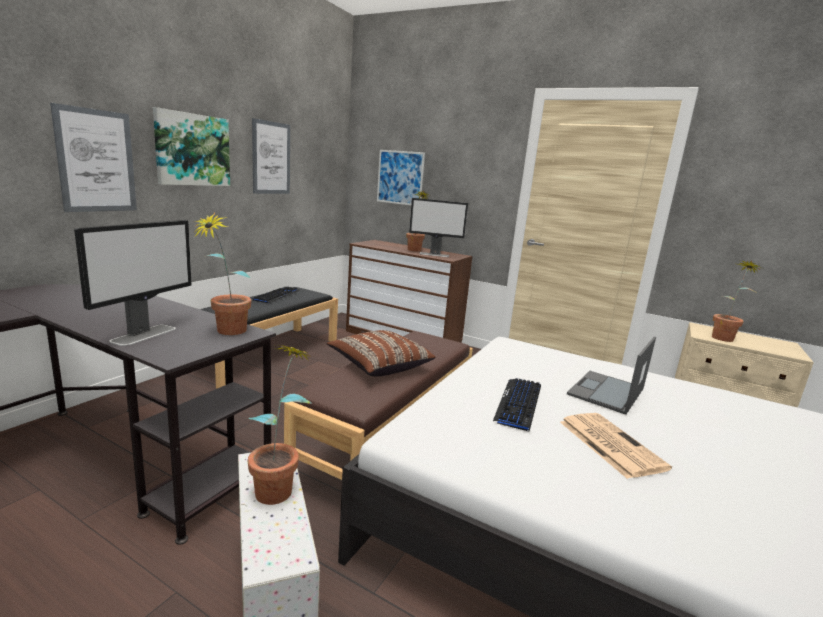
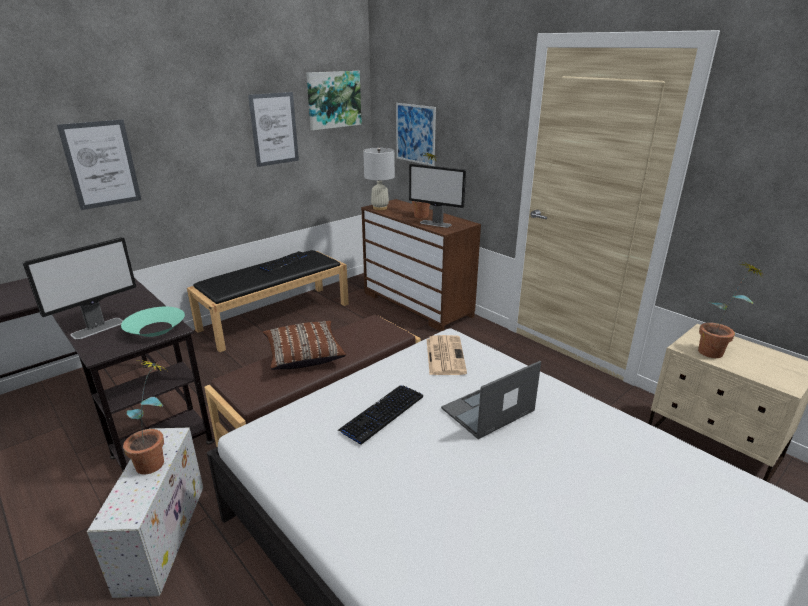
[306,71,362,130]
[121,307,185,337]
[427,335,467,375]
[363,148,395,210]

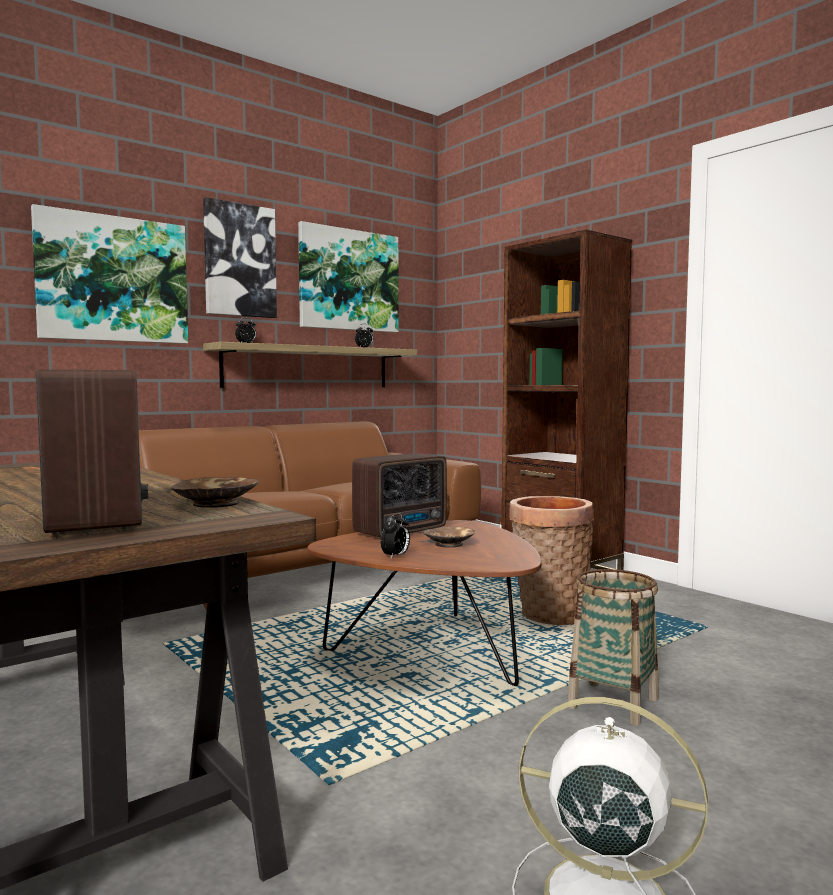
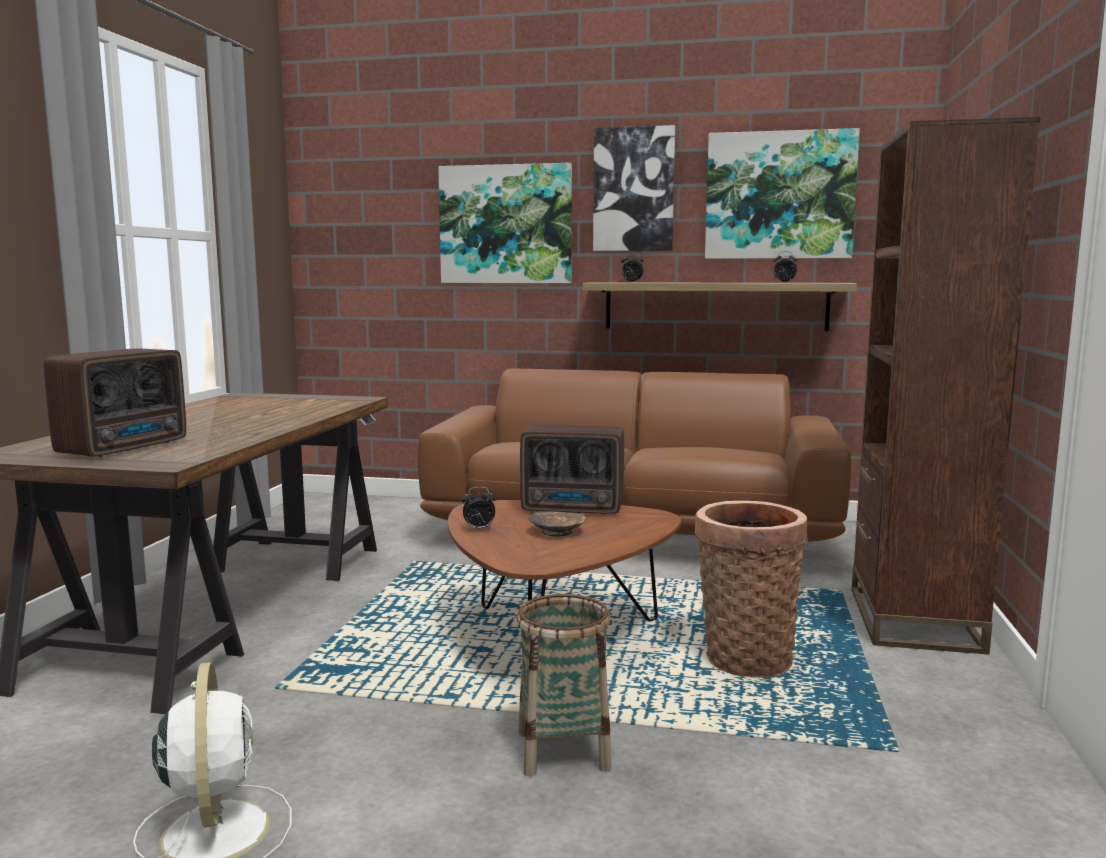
[171,477,259,508] (first image)

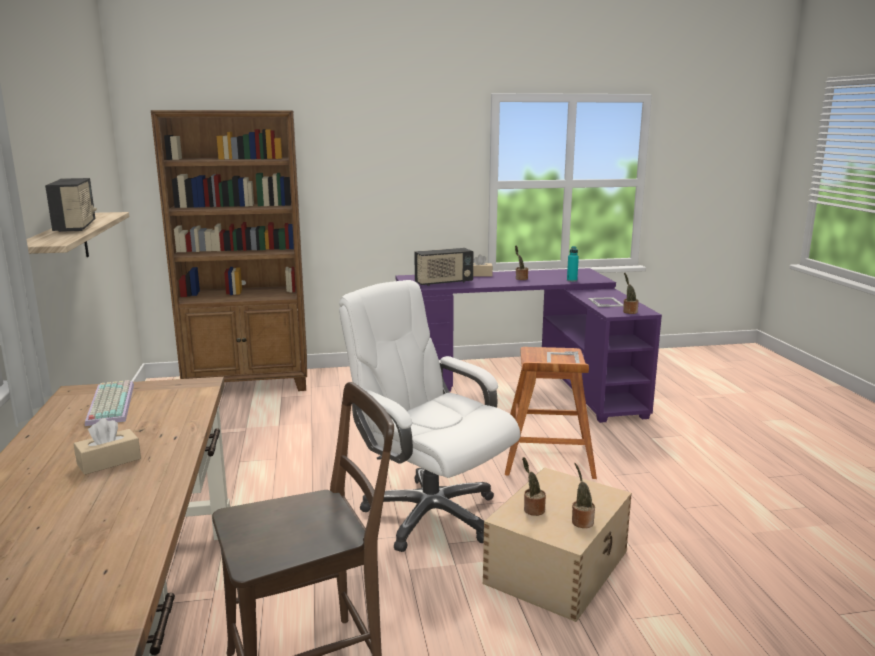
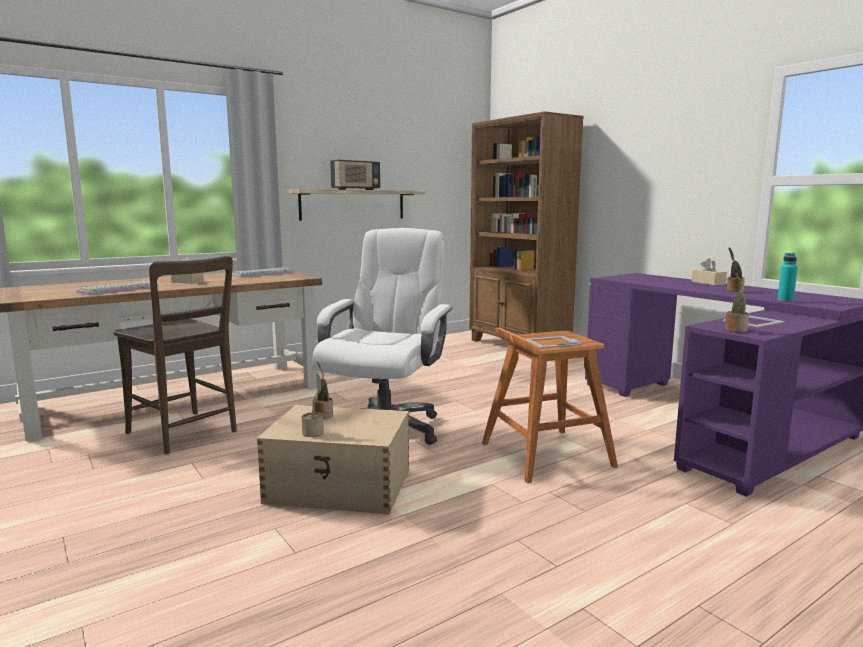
[414,248,474,286] (first image)
[76,281,159,295]

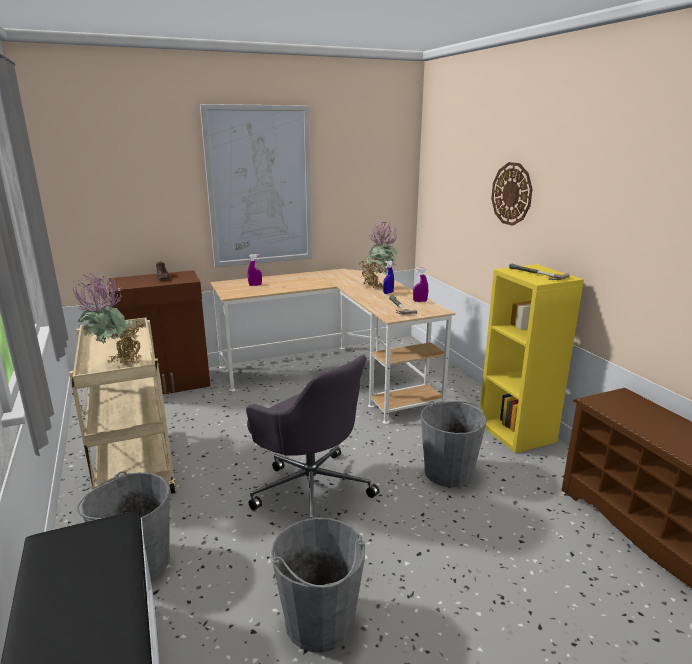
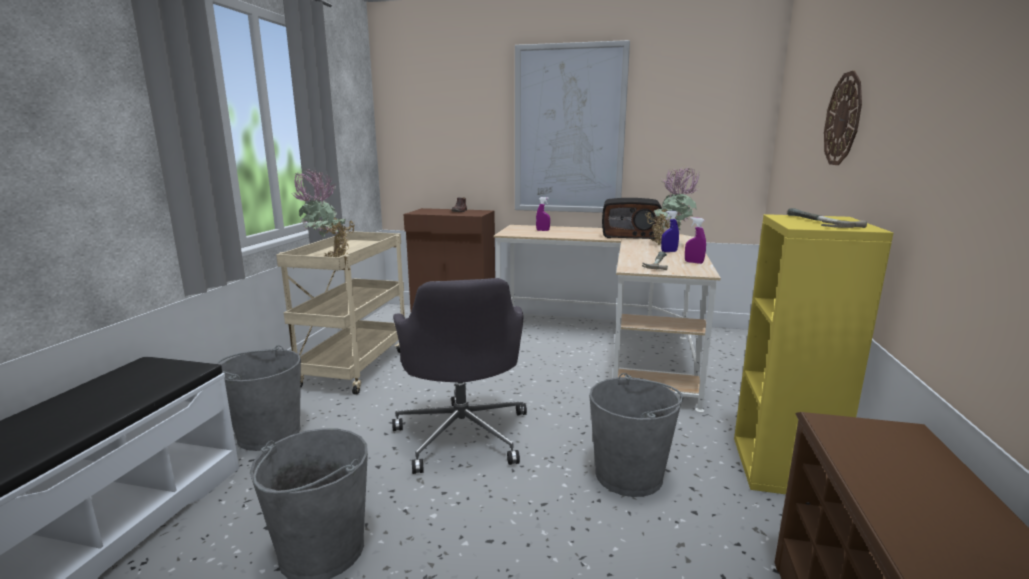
[602,198,662,240]

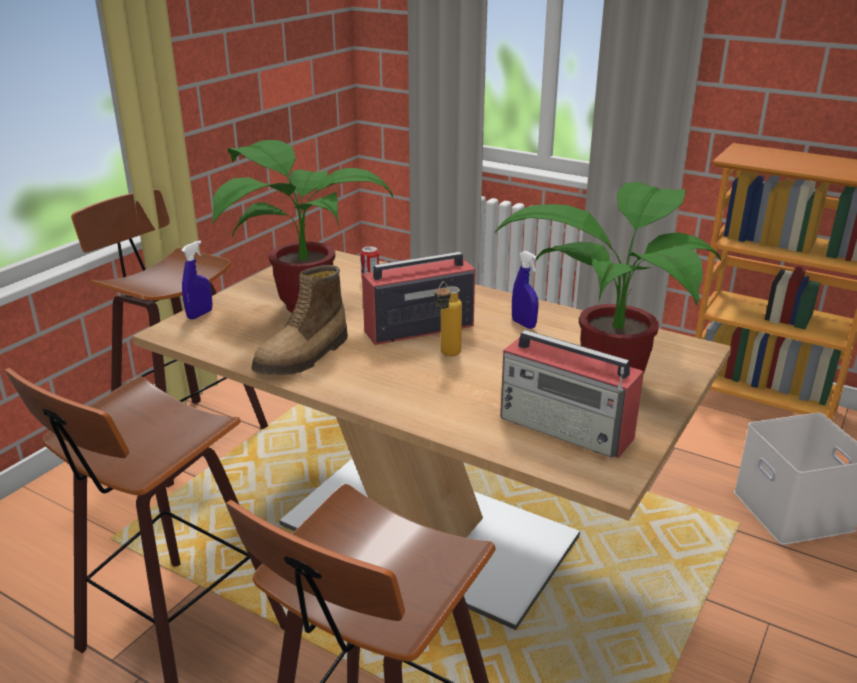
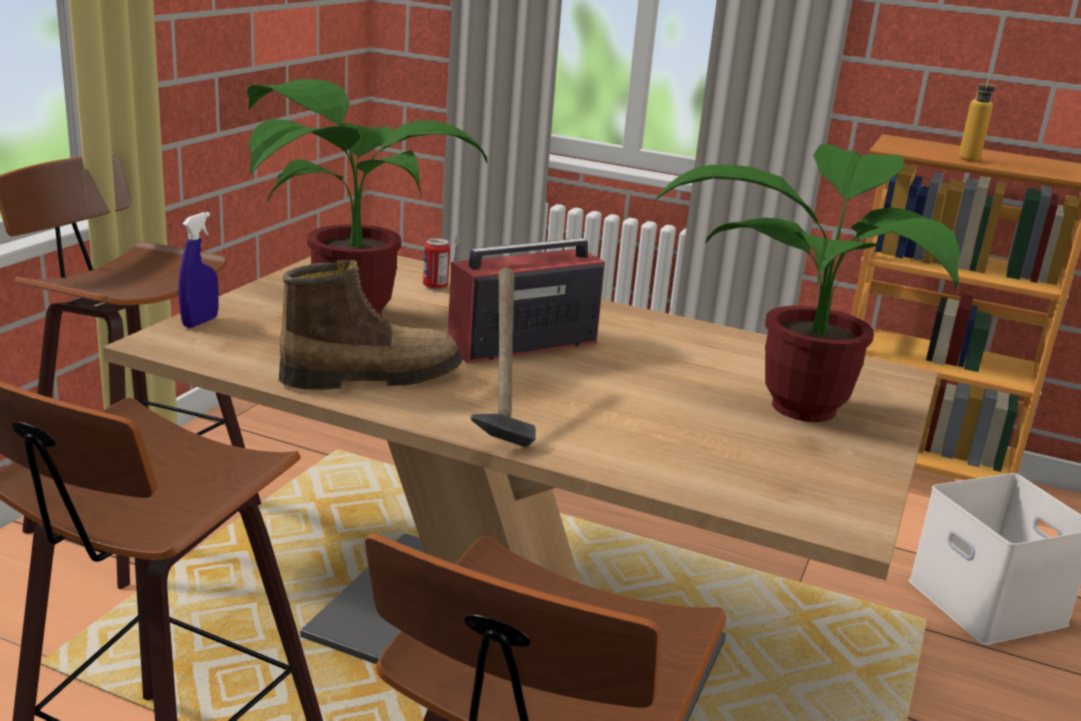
[279,260,462,390]
[959,74,995,161]
[500,330,644,458] (first image)
[512,251,539,329] (first image)
[471,268,536,447]

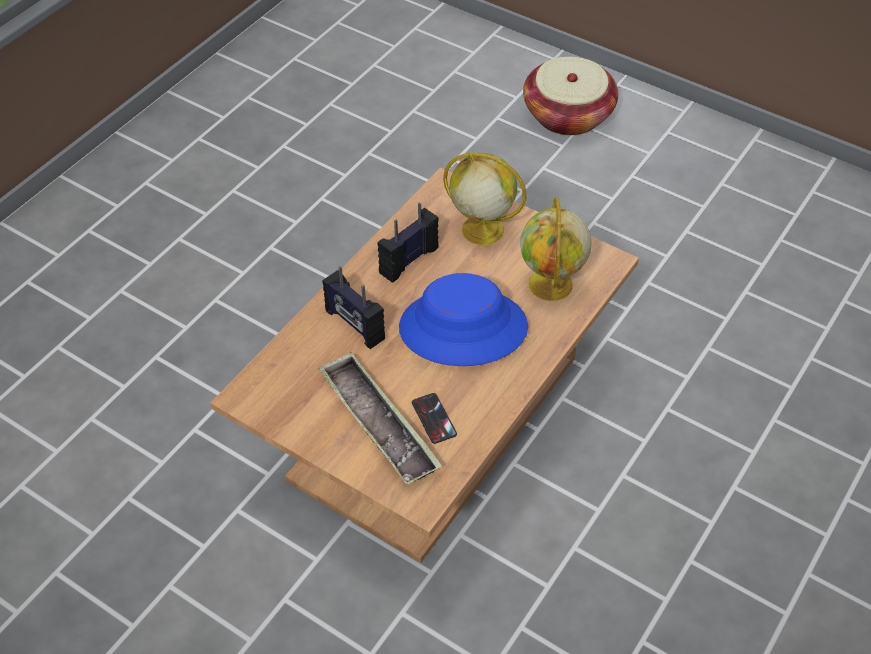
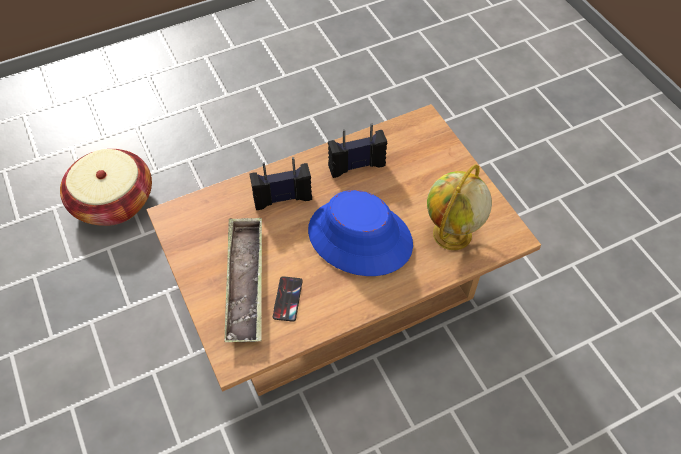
[250,157,312,210]
[443,152,527,245] (first image)
[60,149,152,226]

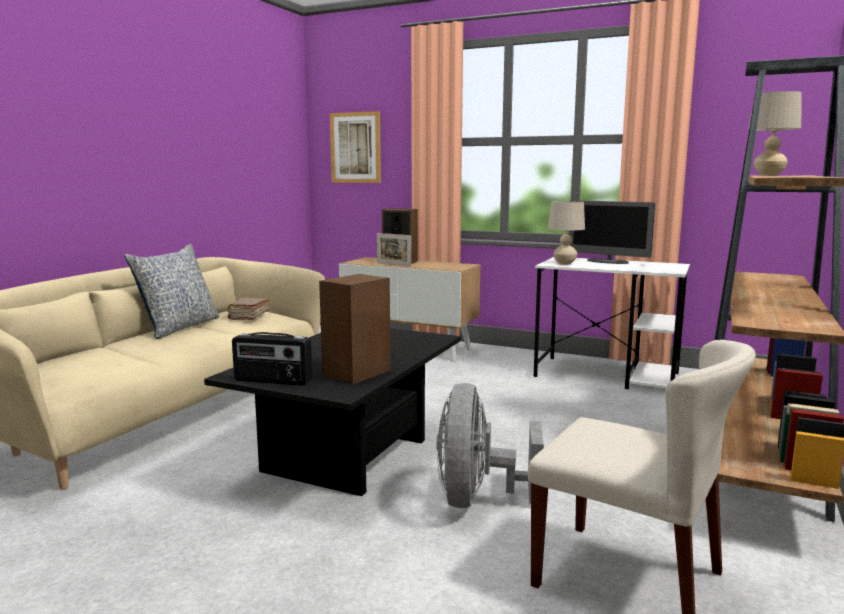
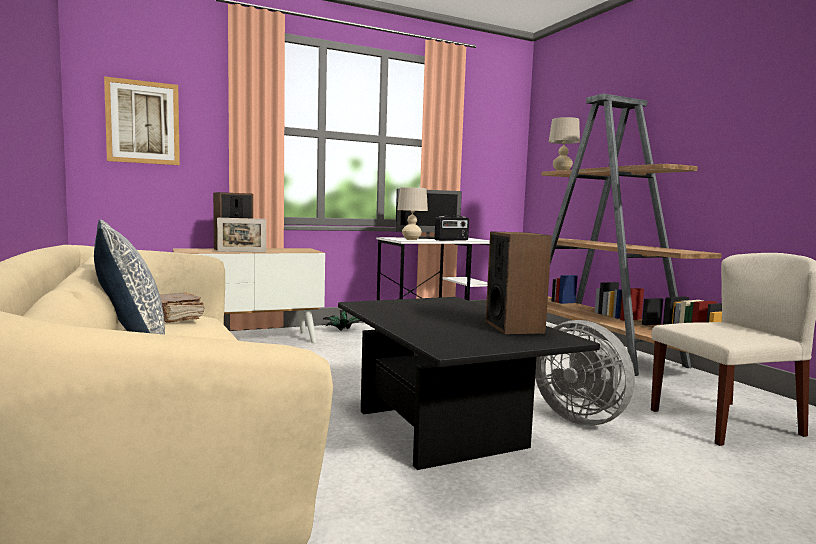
[434,215,469,241]
[323,310,361,331]

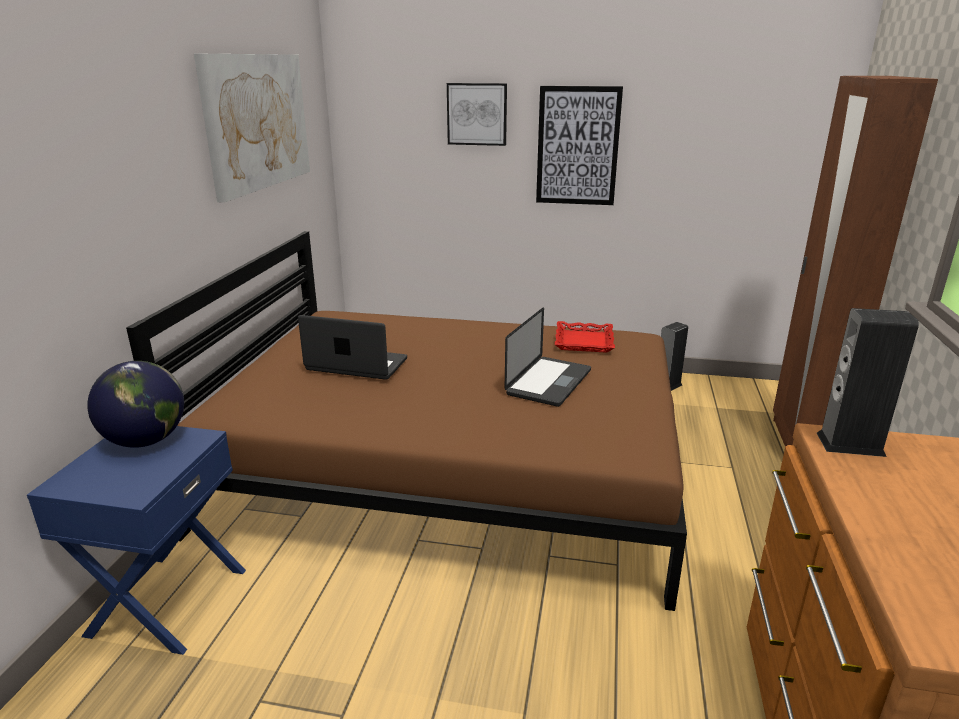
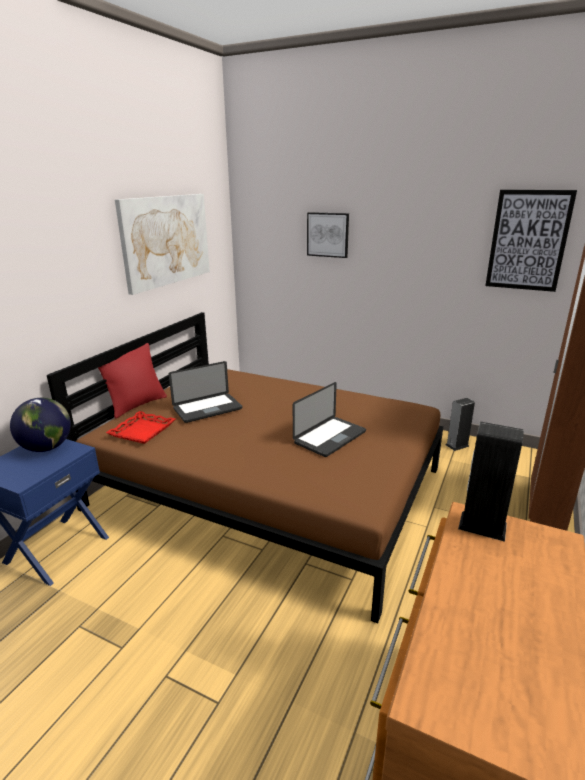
[169,361,242,423]
[485,190,577,292]
[106,411,175,444]
[98,343,167,419]

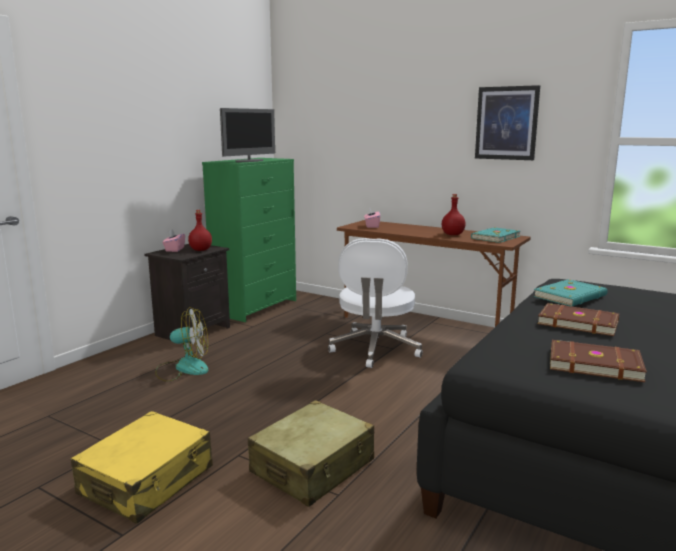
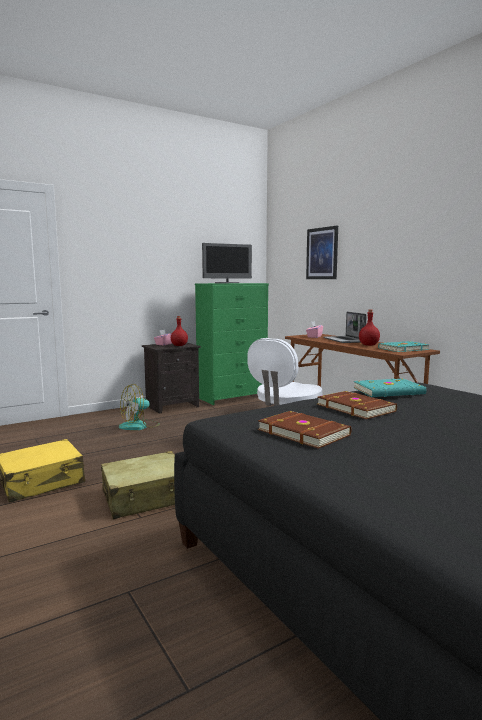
[119,384,159,430]
[306,226,338,279]
[324,312,367,343]

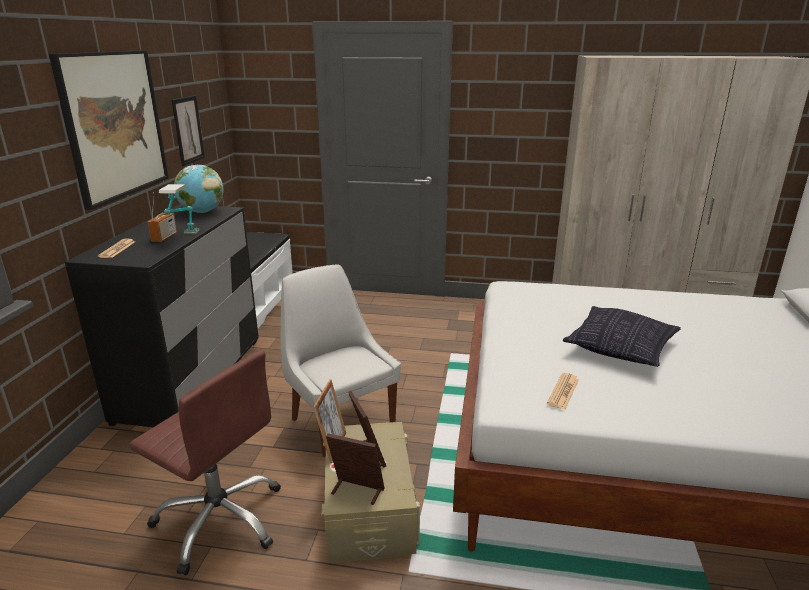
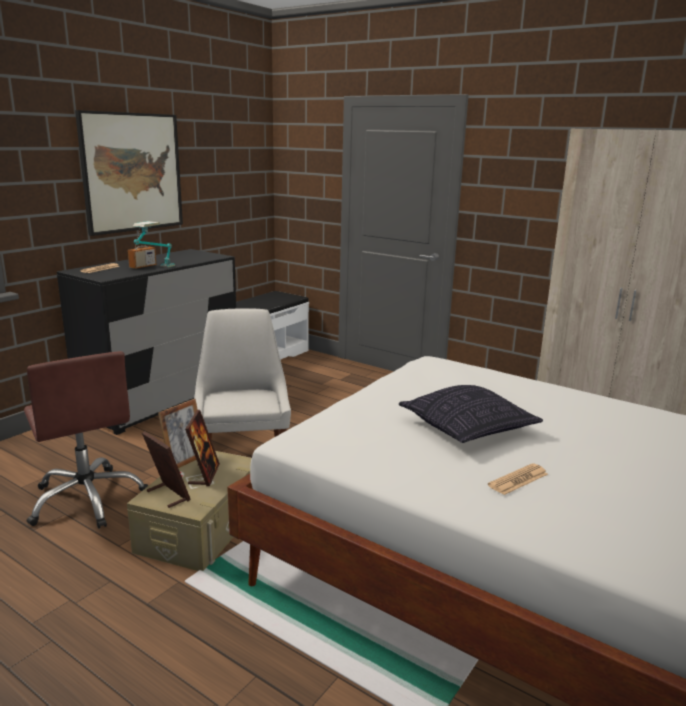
[172,95,205,166] (first image)
[174,165,224,213] (first image)
[488,463,548,495]

